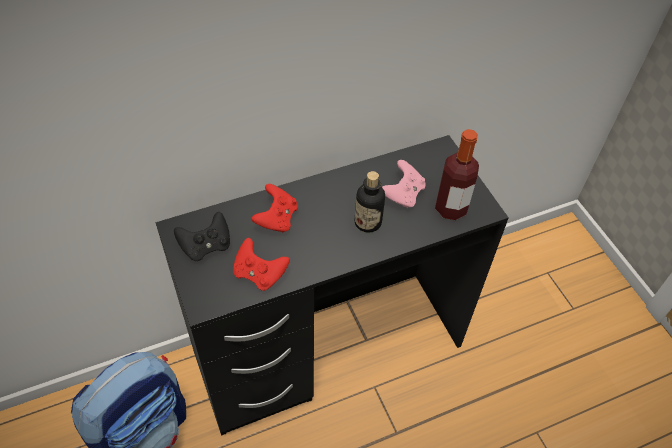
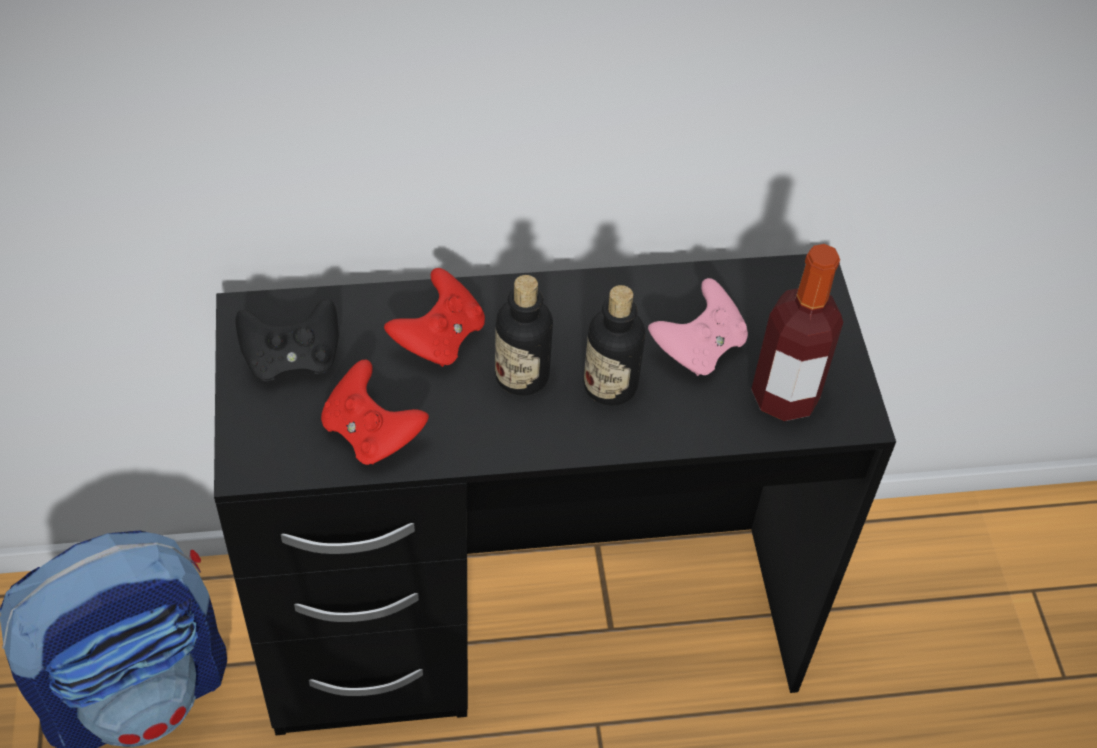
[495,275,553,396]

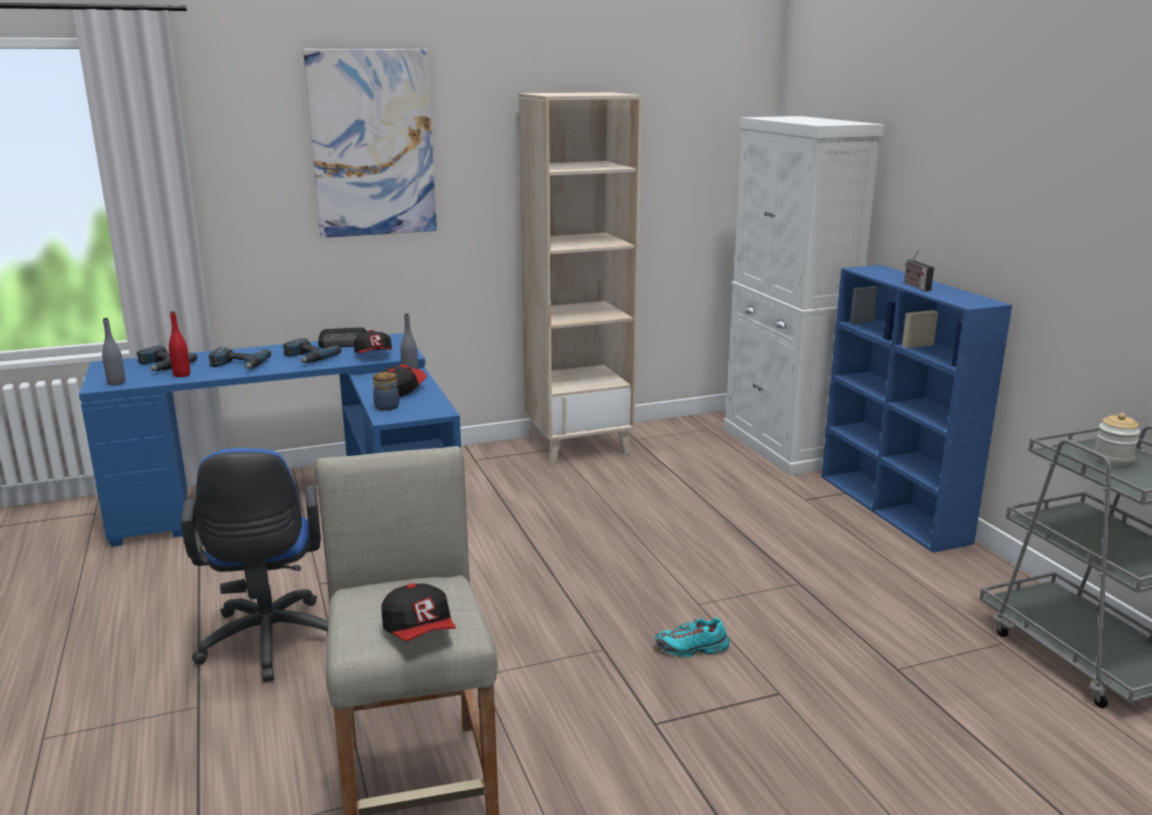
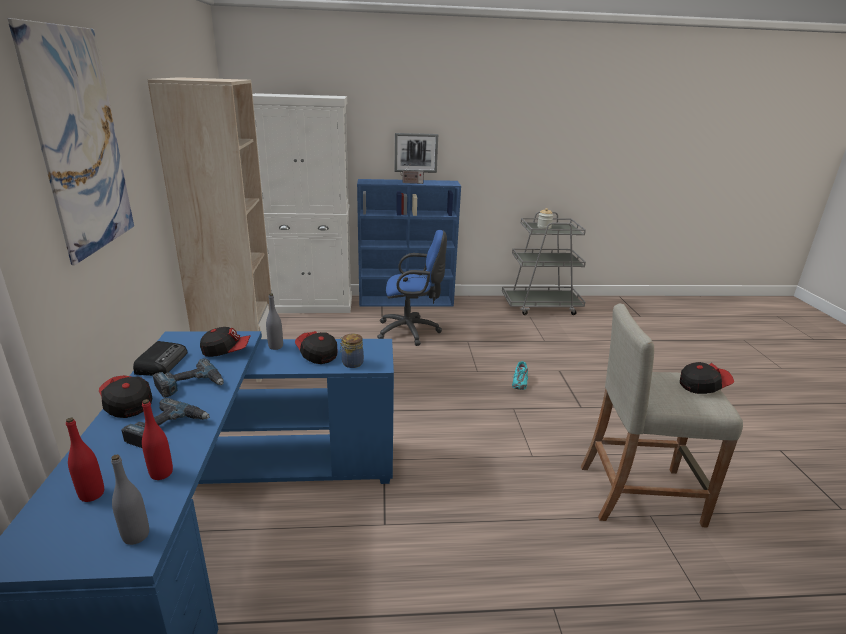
[66,418,104,502]
[377,230,447,346]
[99,375,152,418]
[395,133,438,173]

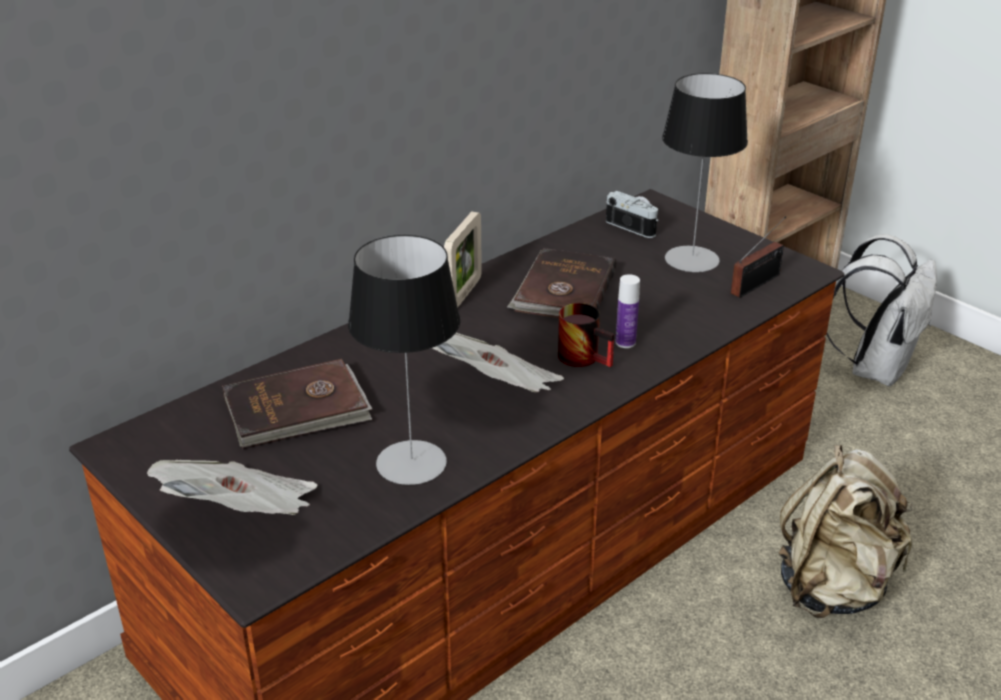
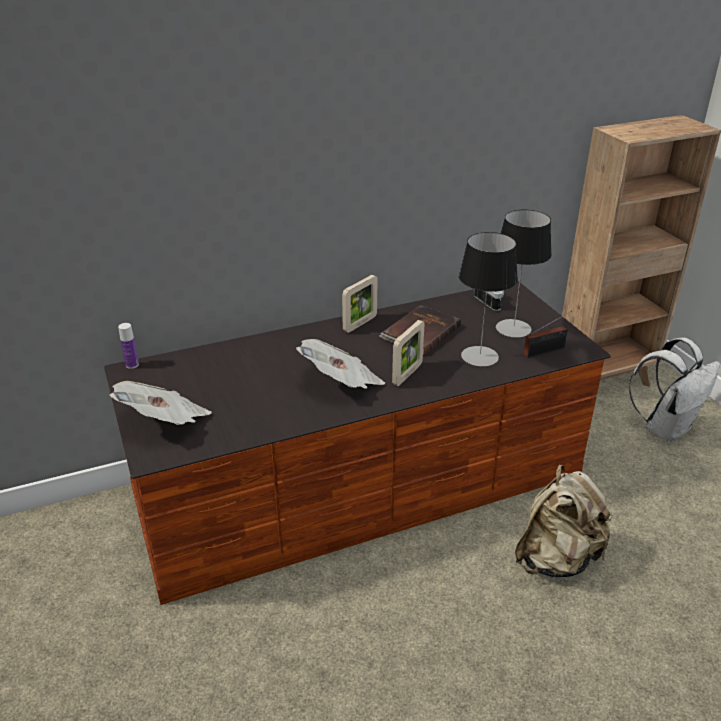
[222,359,372,449] (first image)
[459,232,518,366]
[392,320,425,386]
[118,323,139,369]

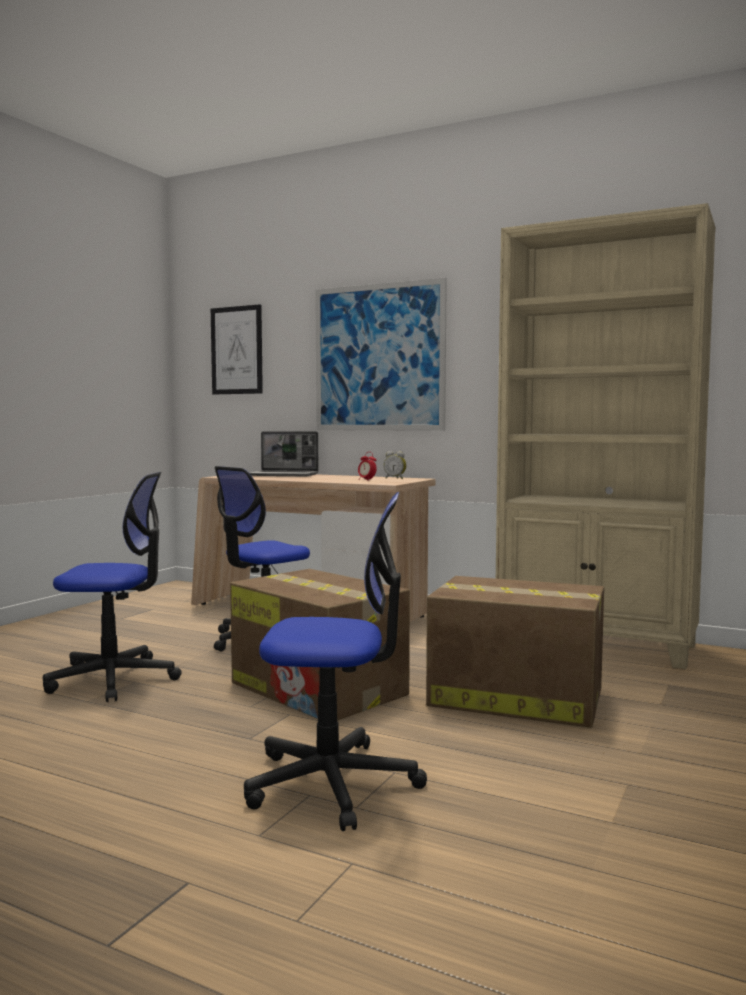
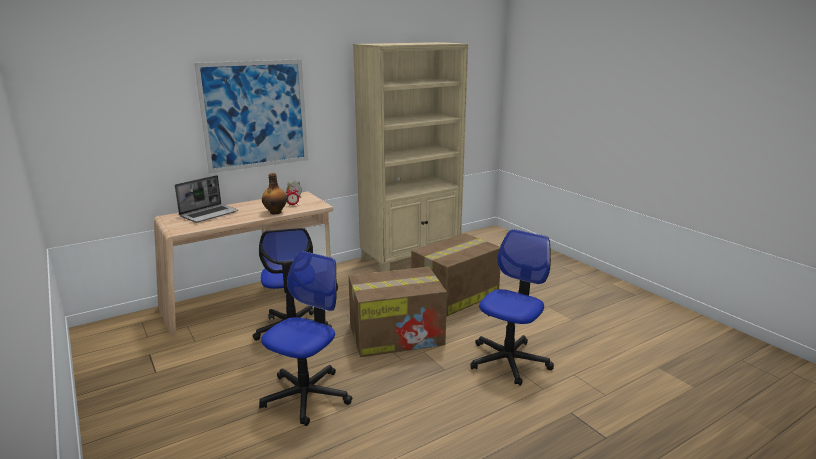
[211,304,263,394] (first image)
[262,173,287,214]

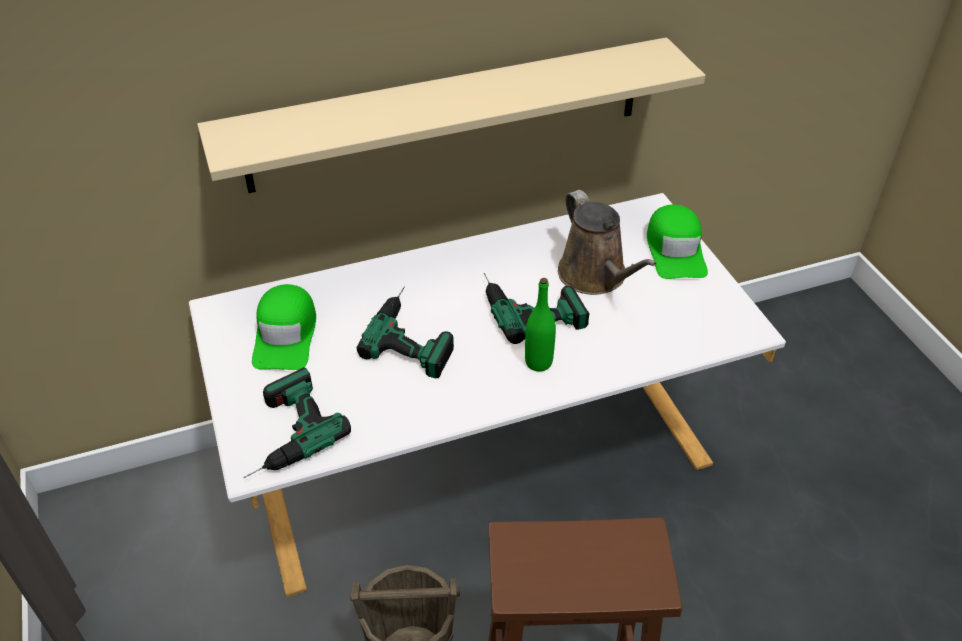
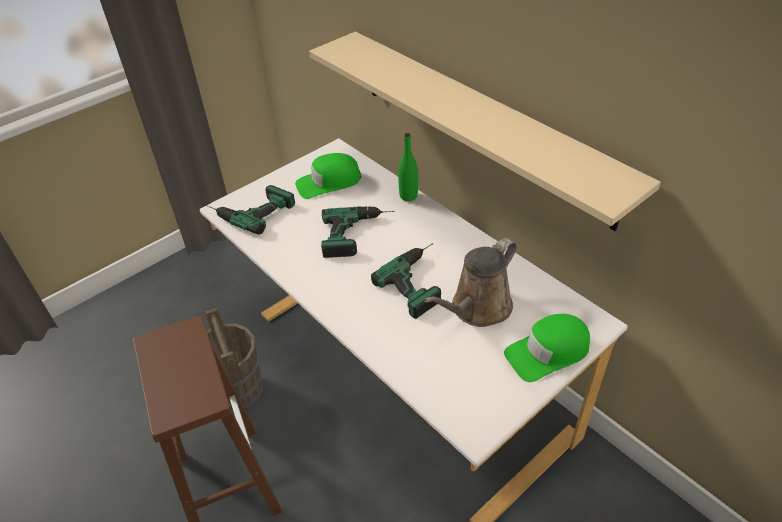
[398,133,418,201]

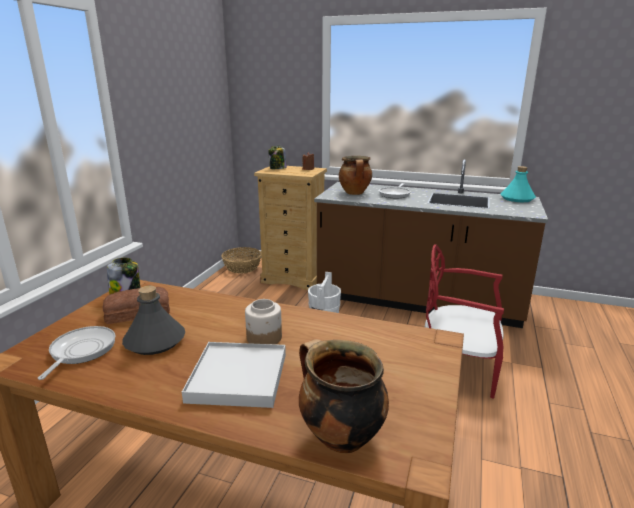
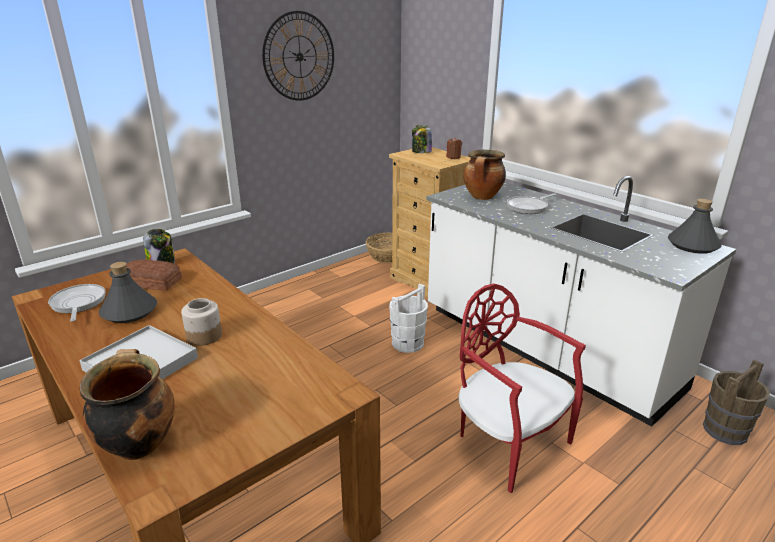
[48,284,106,321]
[426,176,736,427]
[668,199,722,254]
[262,11,334,101]
[703,359,770,445]

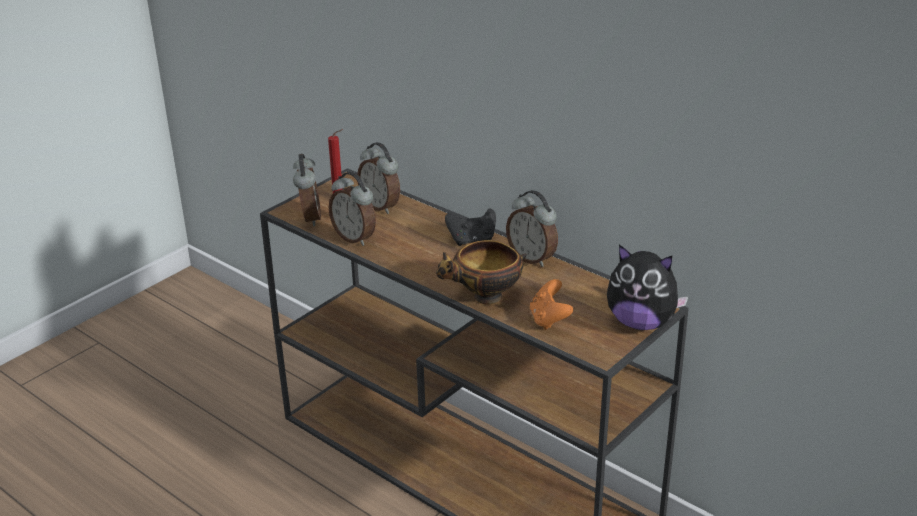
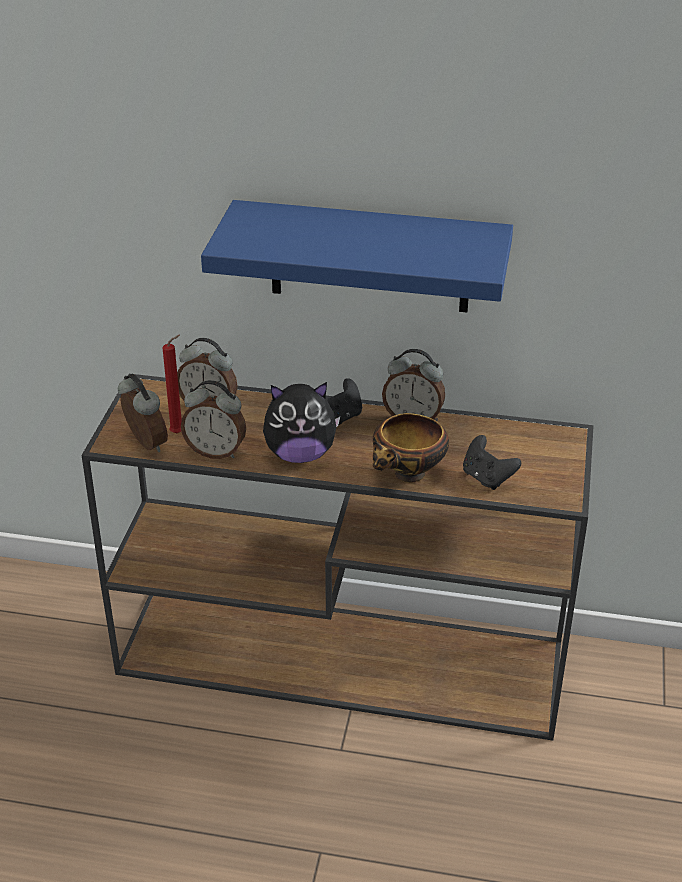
[463,435,521,490]
[263,382,340,463]
[201,200,513,312]

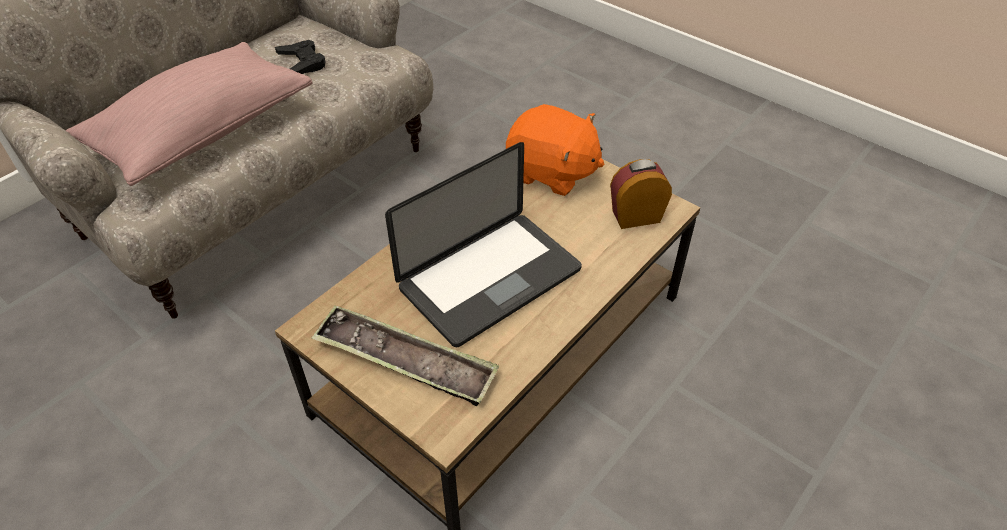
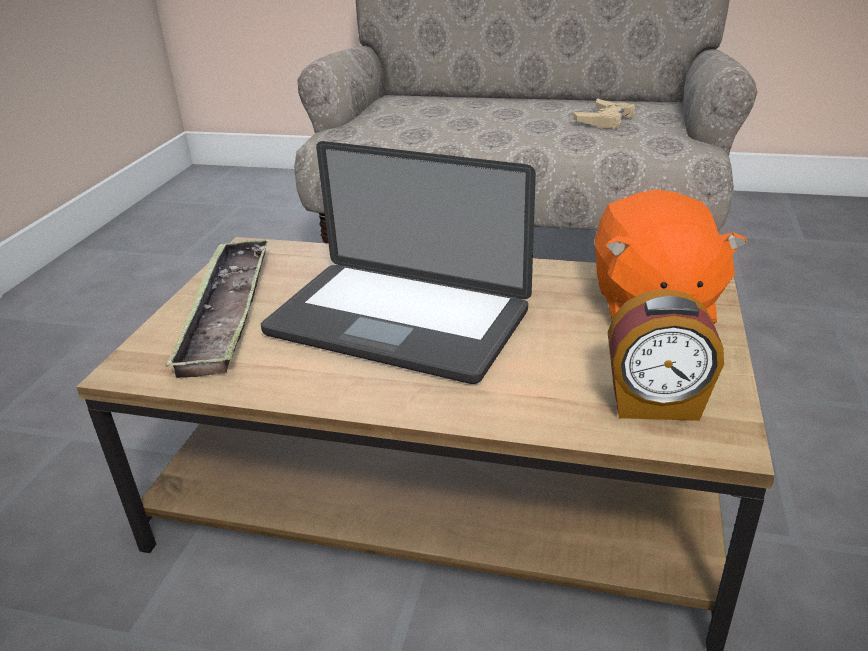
[66,42,313,186] (first image)
[573,98,635,129]
[608,289,724,421]

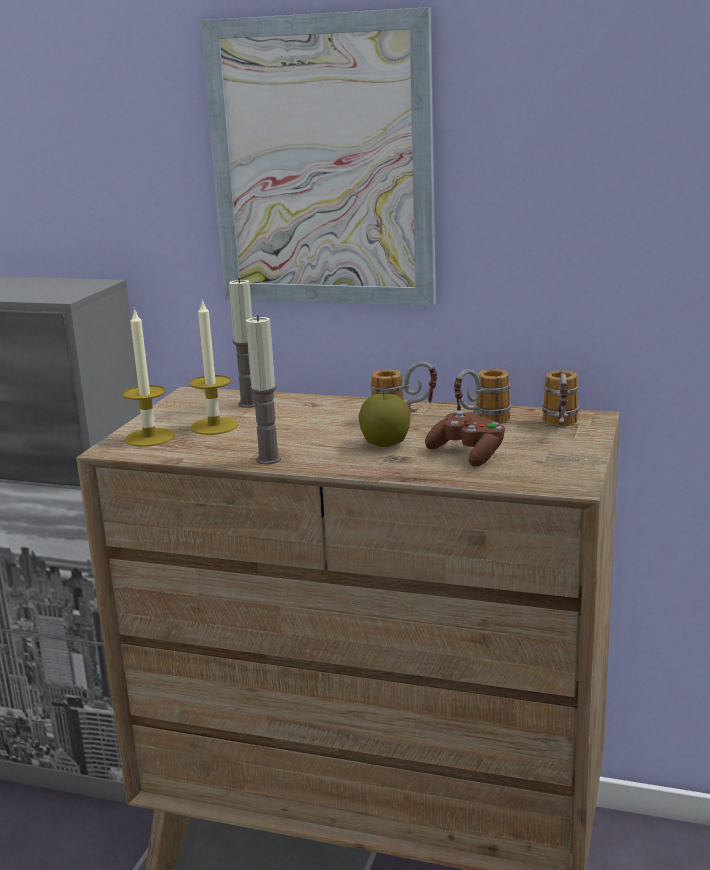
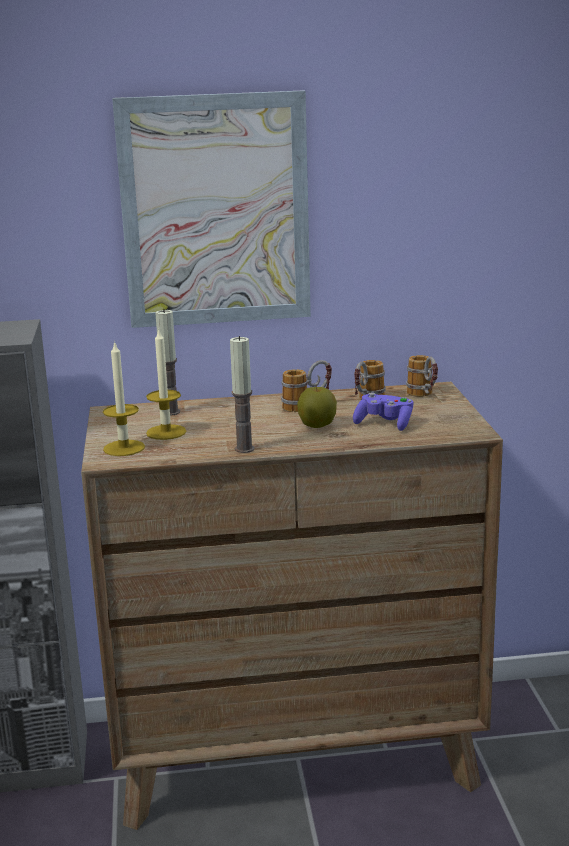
[353,392,413,431]

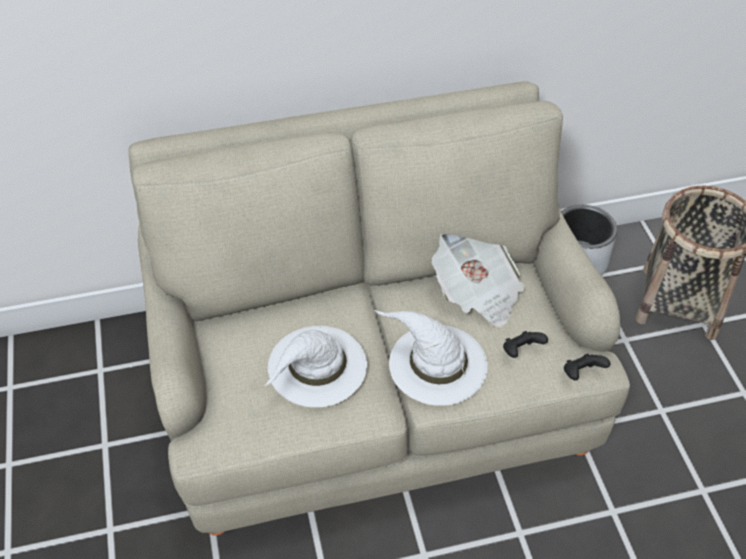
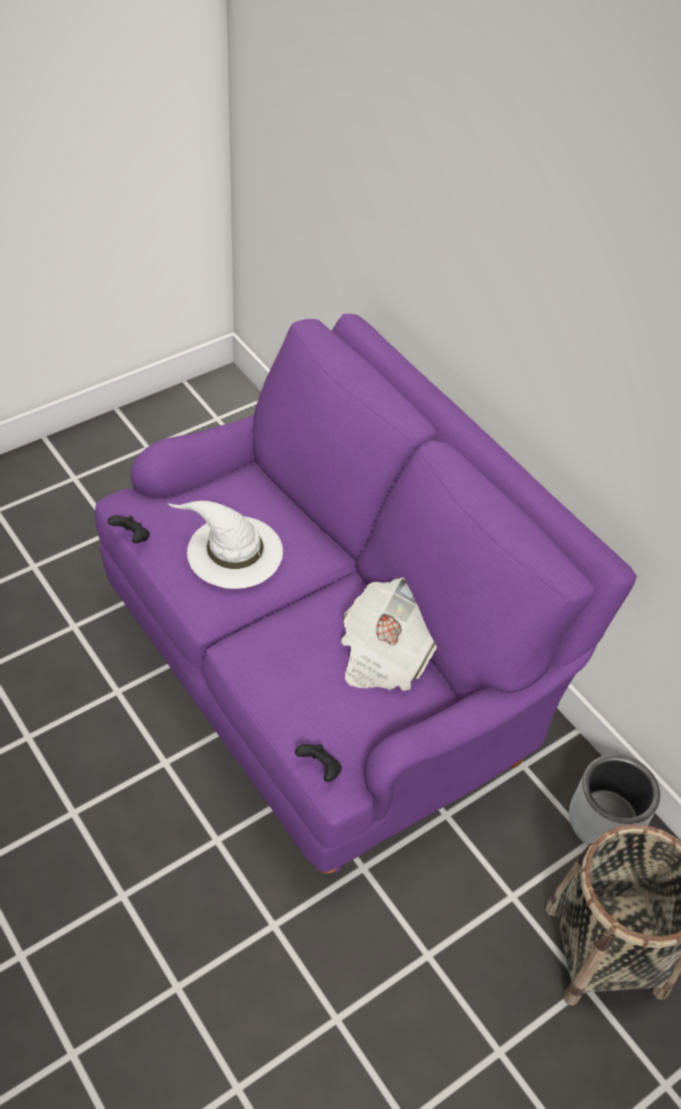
[95,314,637,873]
[374,310,487,406] (first image)
[108,516,150,543]

